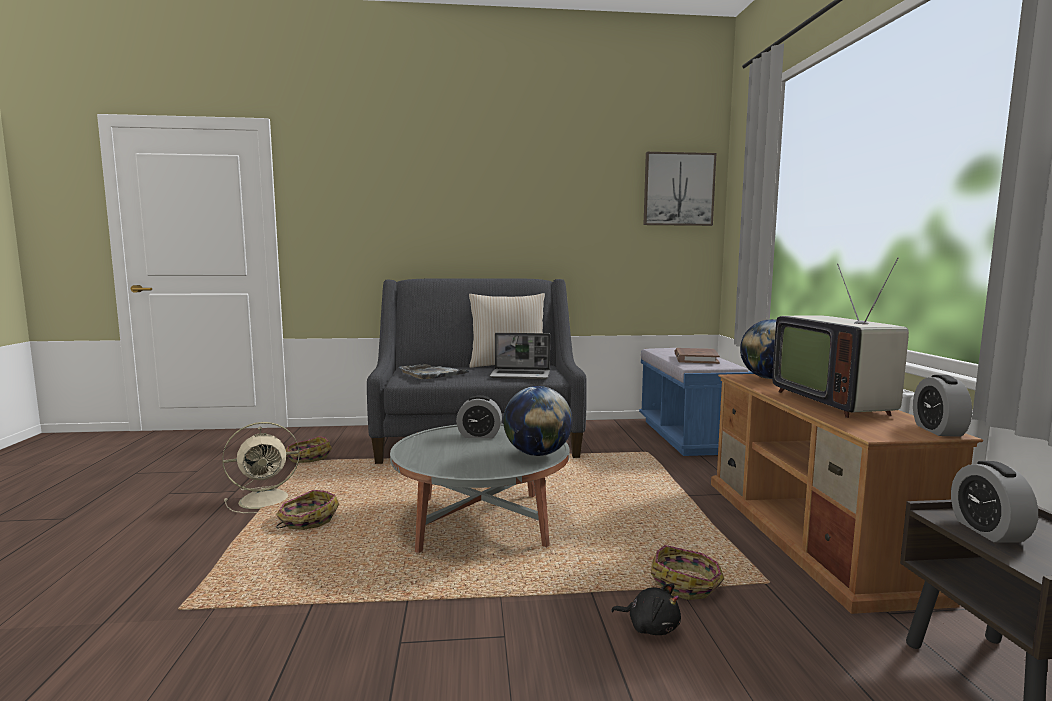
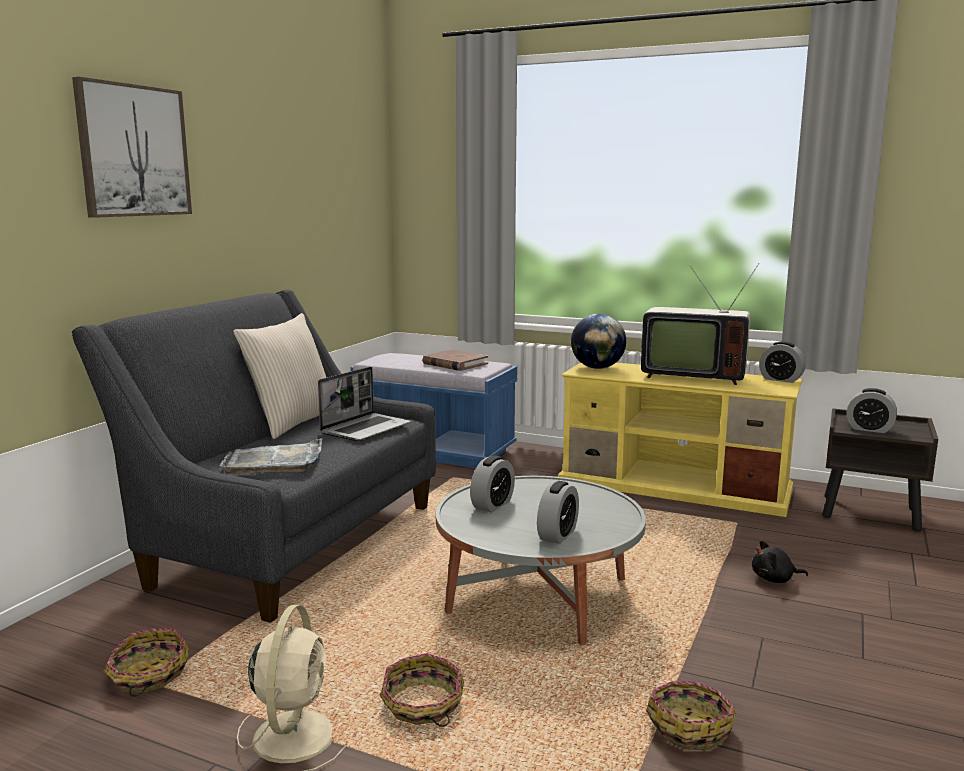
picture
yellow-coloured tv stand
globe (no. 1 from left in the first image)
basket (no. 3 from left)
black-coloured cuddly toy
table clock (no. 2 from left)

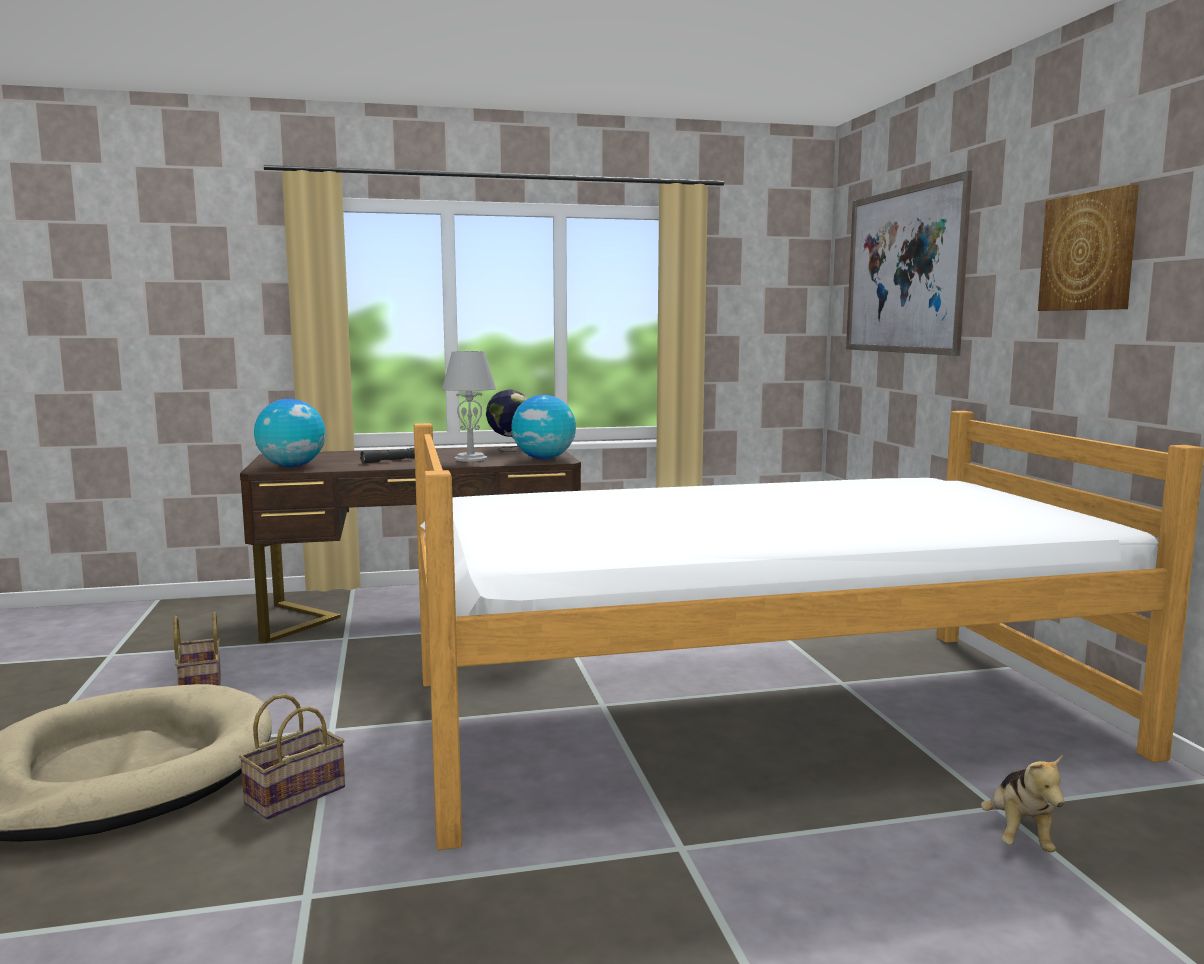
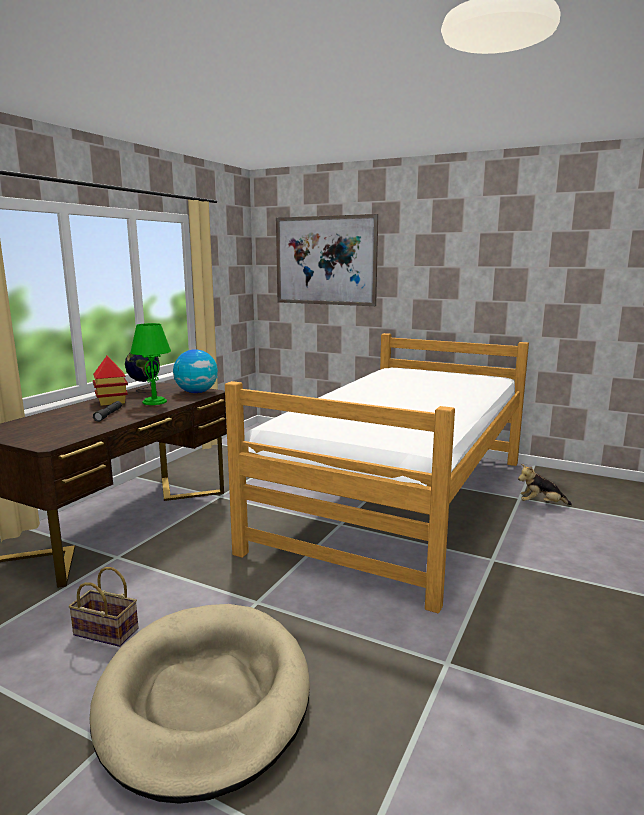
picture (no. 2 from left in the first image)
green-coloured lamp for a table
globe (no. 1 from left in the first image)
basket (no. 2 from left in the first image)
cuddly toy
toy house

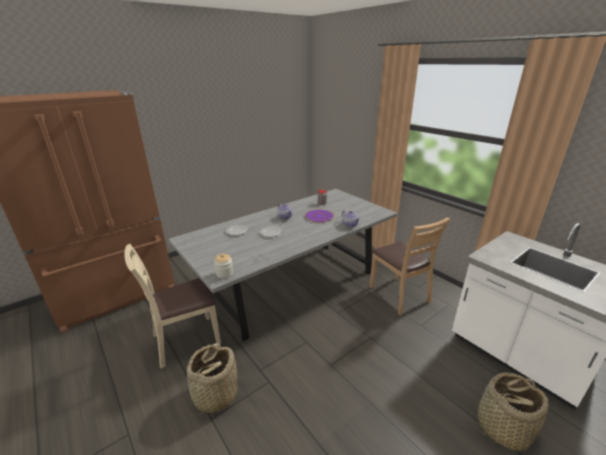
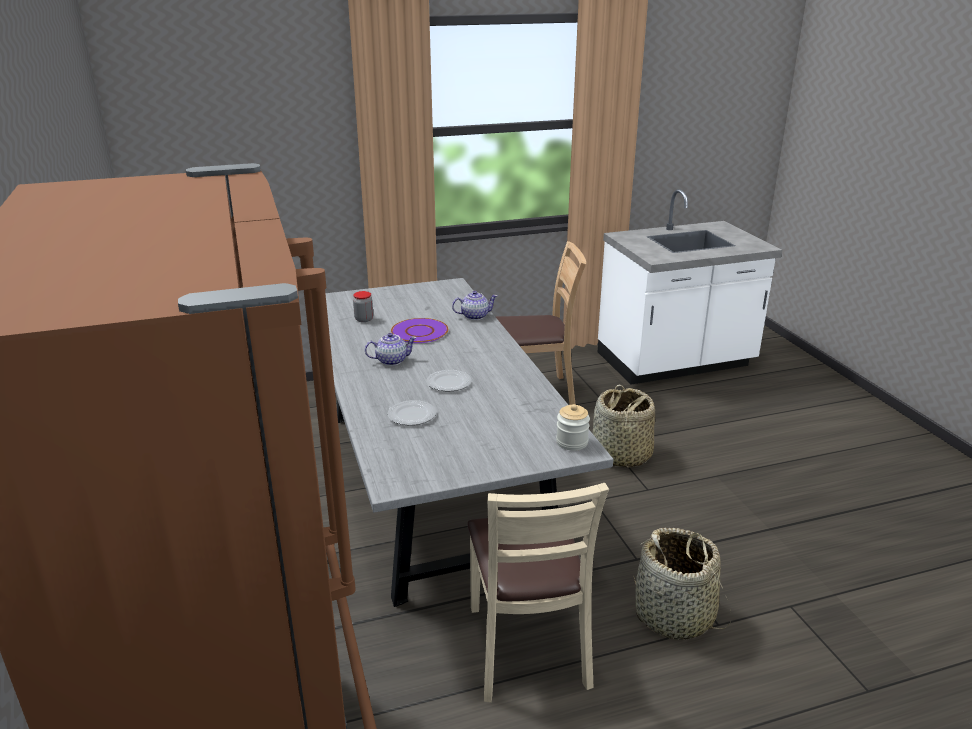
basket (no. 1 from left)

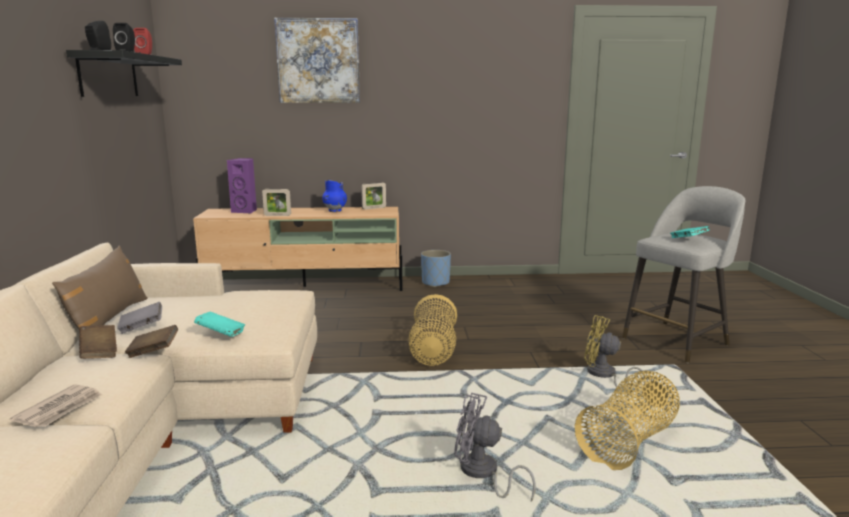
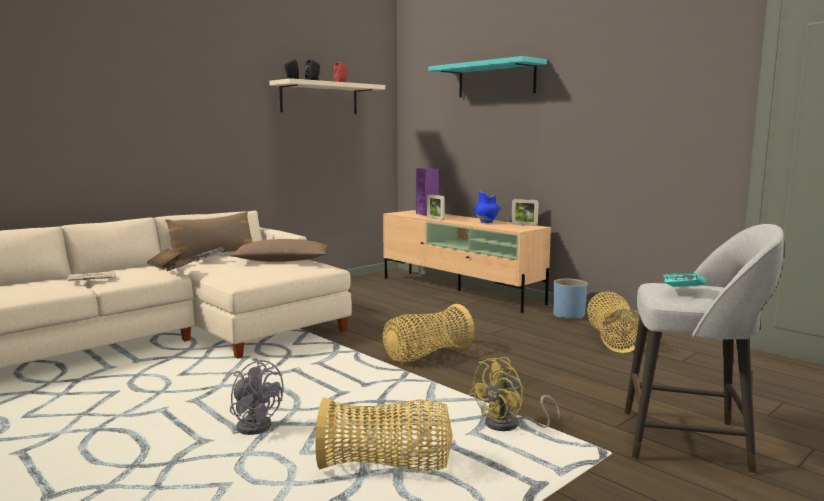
turquoise shelf
beige-coloured shelf
turquoise bound book (no. 1 from left in the first image)
yellow-coloured cooling fan
gray cooling fan
brown pillow (no. 2 from left)
basket (no. 3 from left)

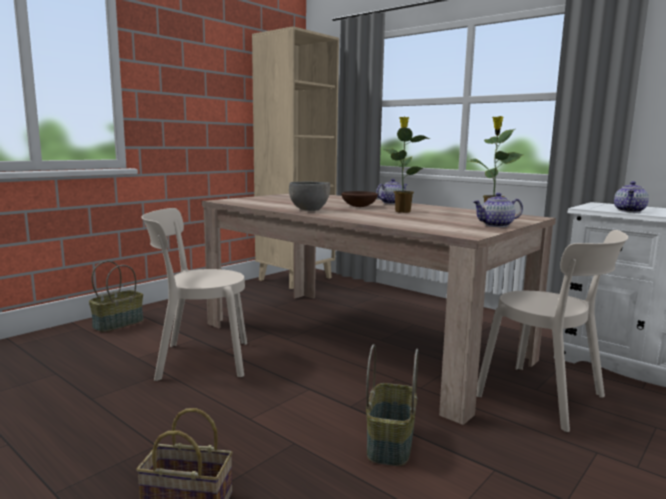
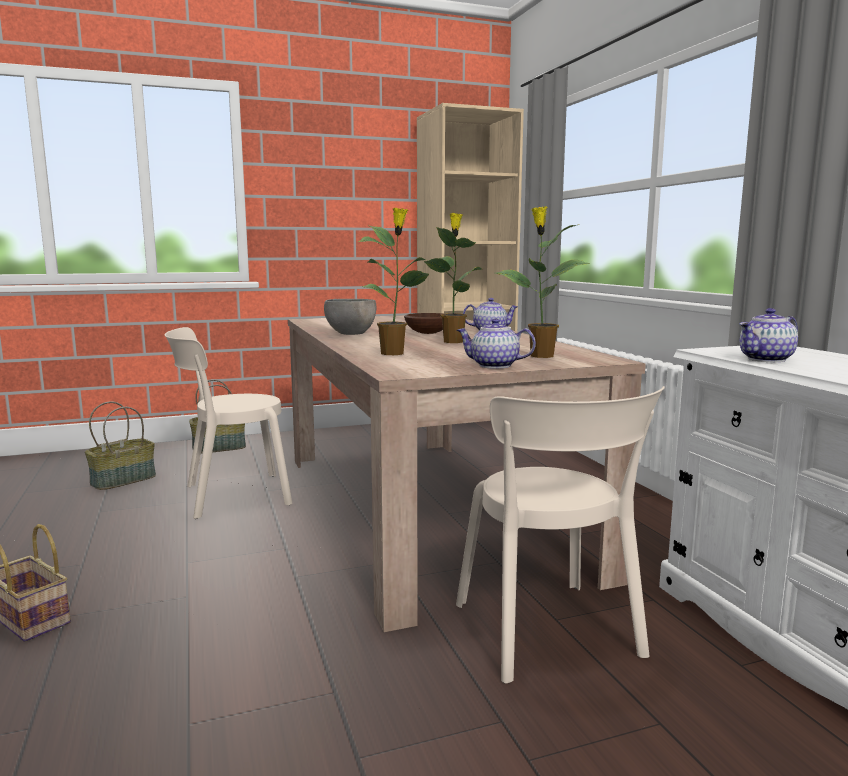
beige-coloured upright chair (no. 1 from left)
basket (no. 2 from left)
plant in a pot (no. 1 from left)

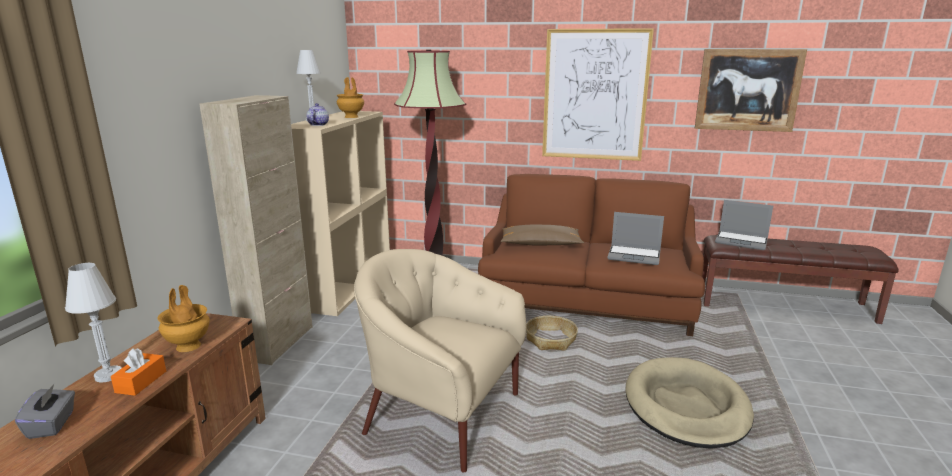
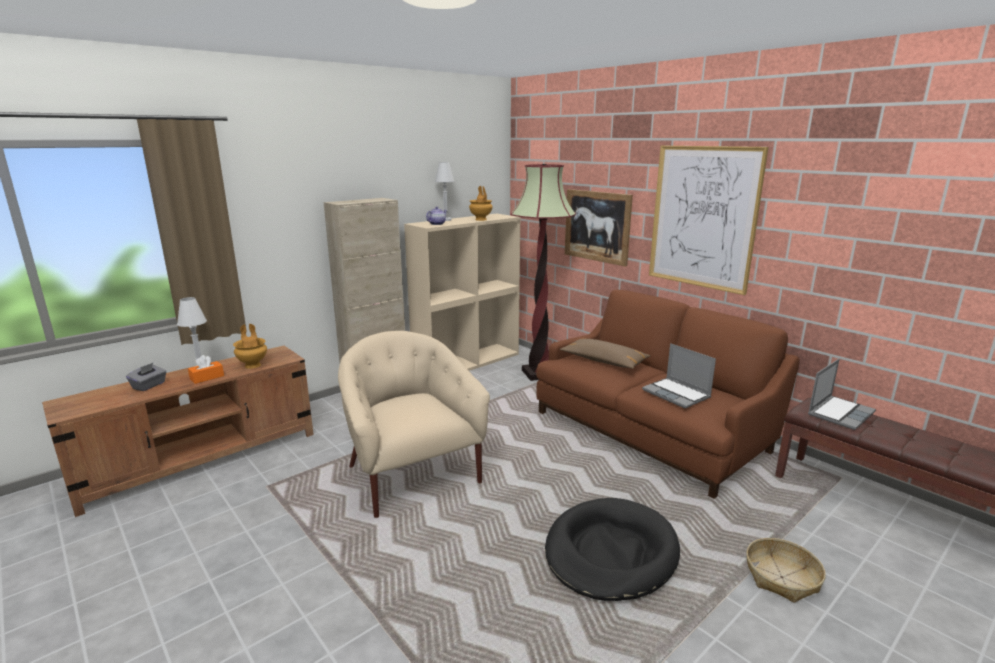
picture (no. 1 from left)
laptop (no. 2 from left)
basket
black-coloured dog bed

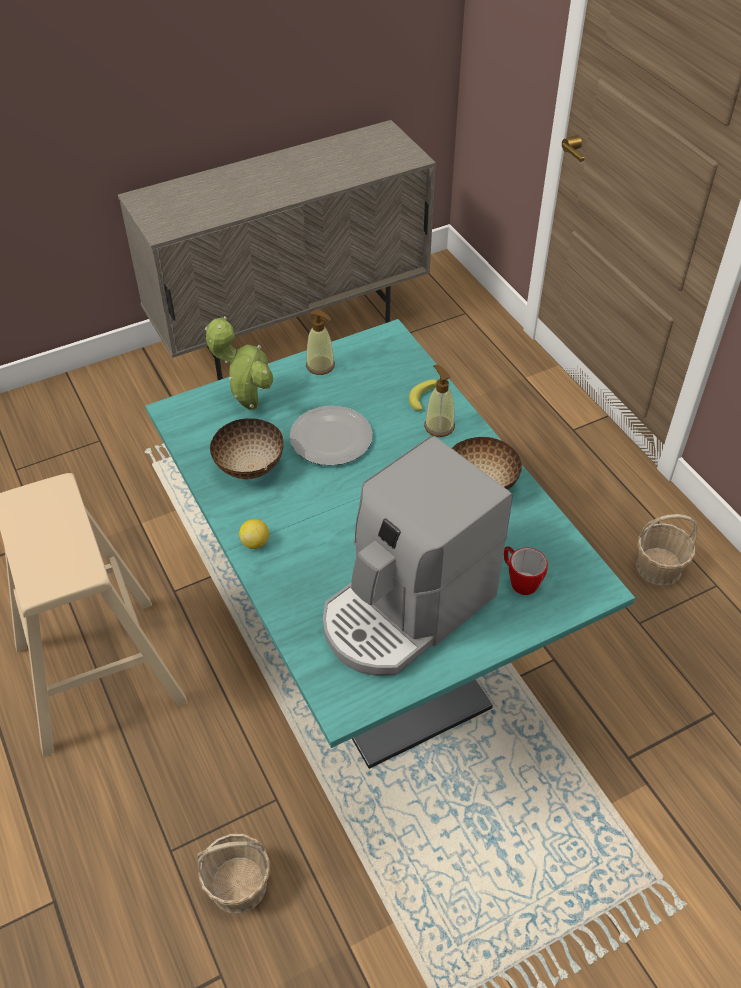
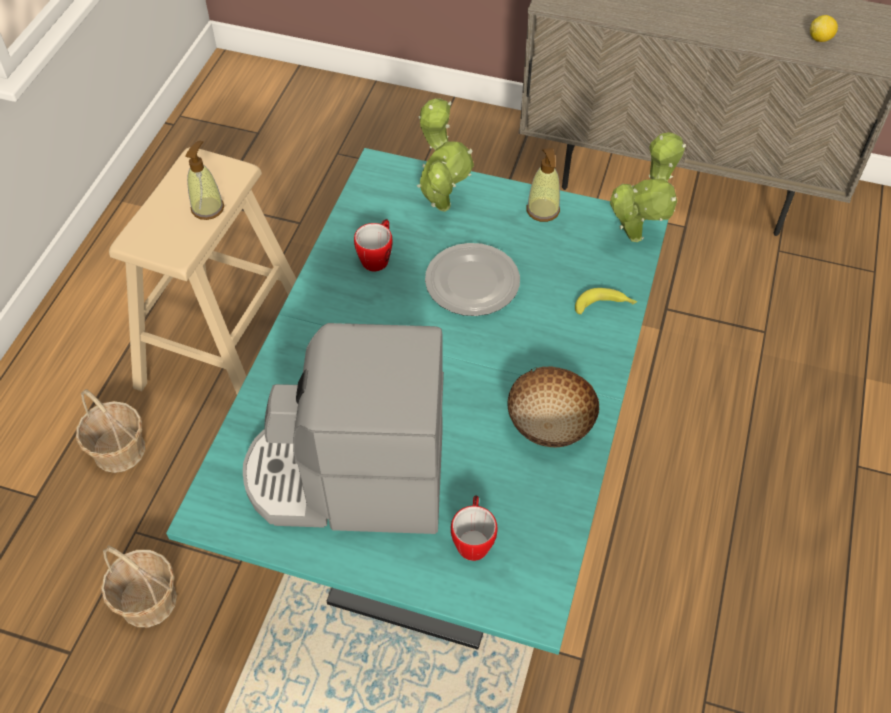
soap dispenser (no. 1 from left)
mug (no. 1 from left)
basket (no. 1 from left)
citrus fruit
plant in a pot (no. 2 from left)

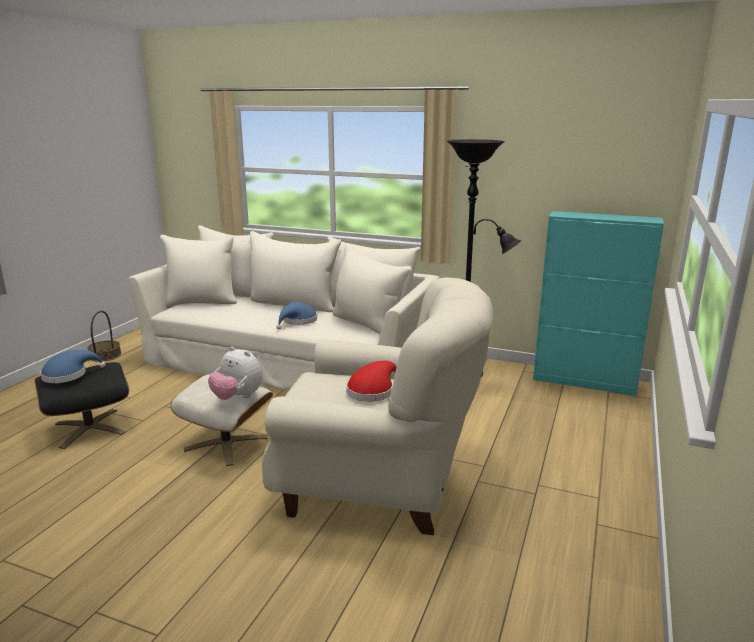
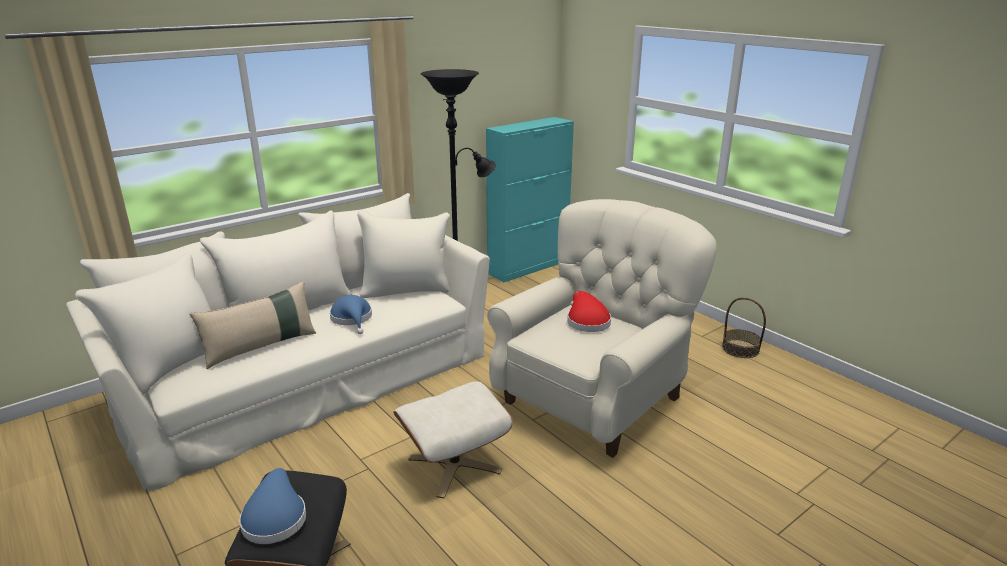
basket
cuddly toy
beige-coloured pillow

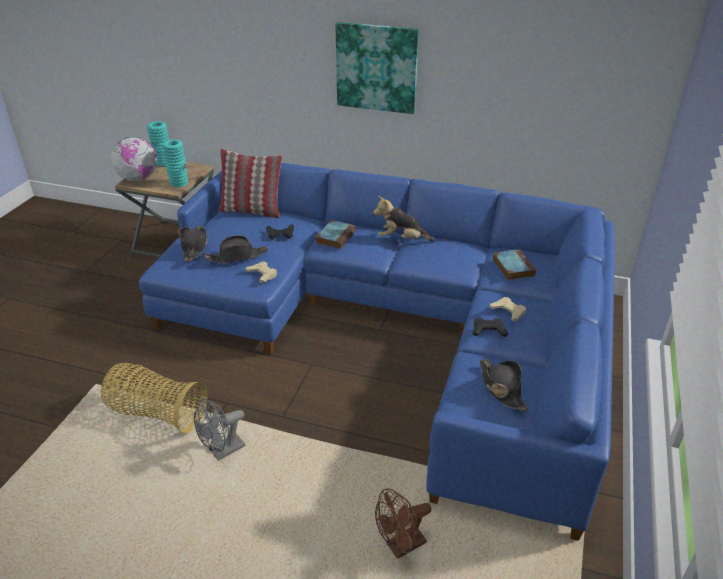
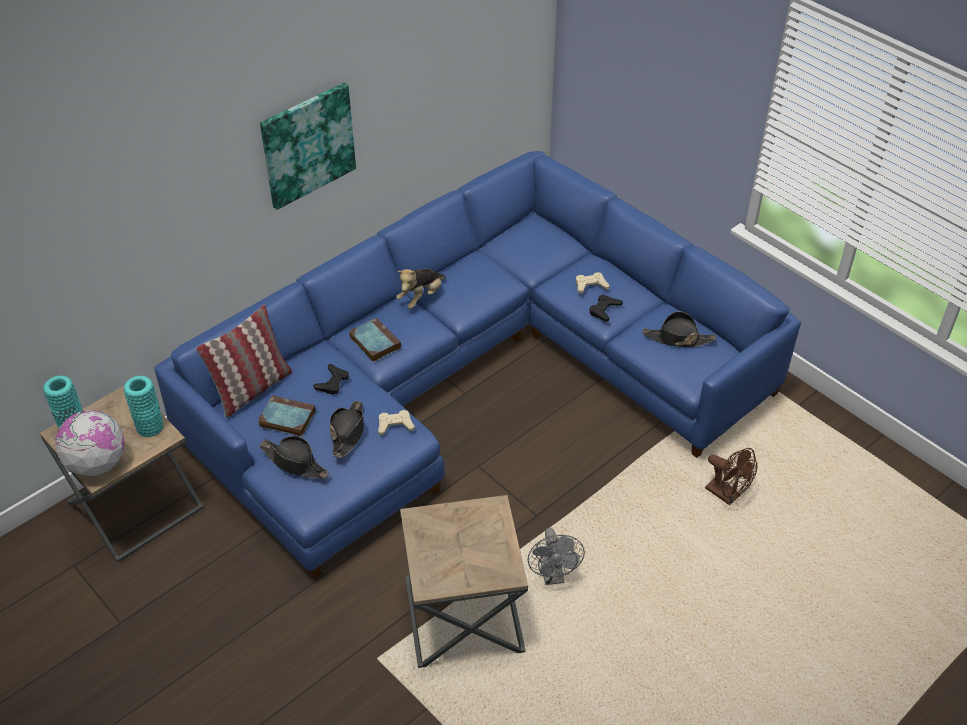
bound book (no. 1 from left)
brown end table (no. 2 from left)
brown cooling fan

